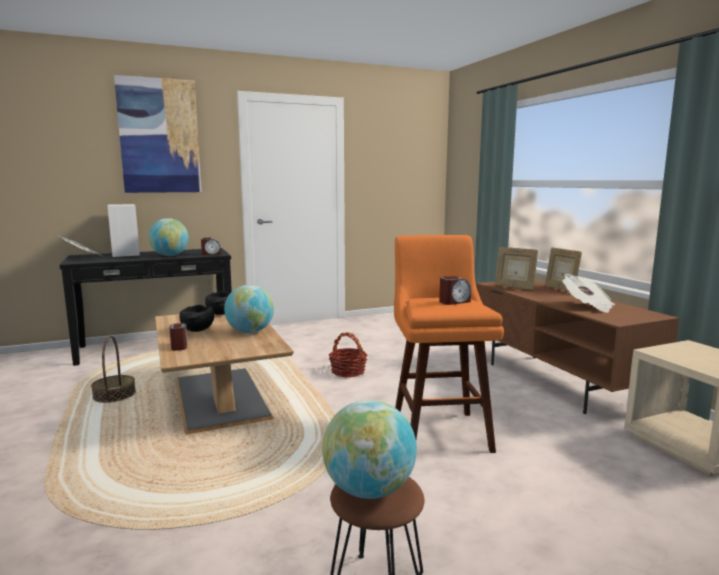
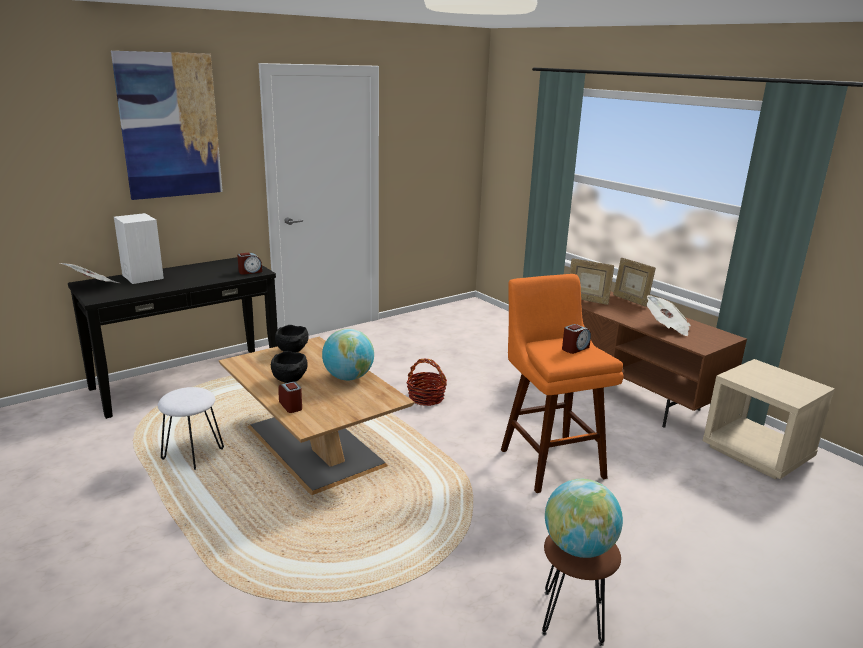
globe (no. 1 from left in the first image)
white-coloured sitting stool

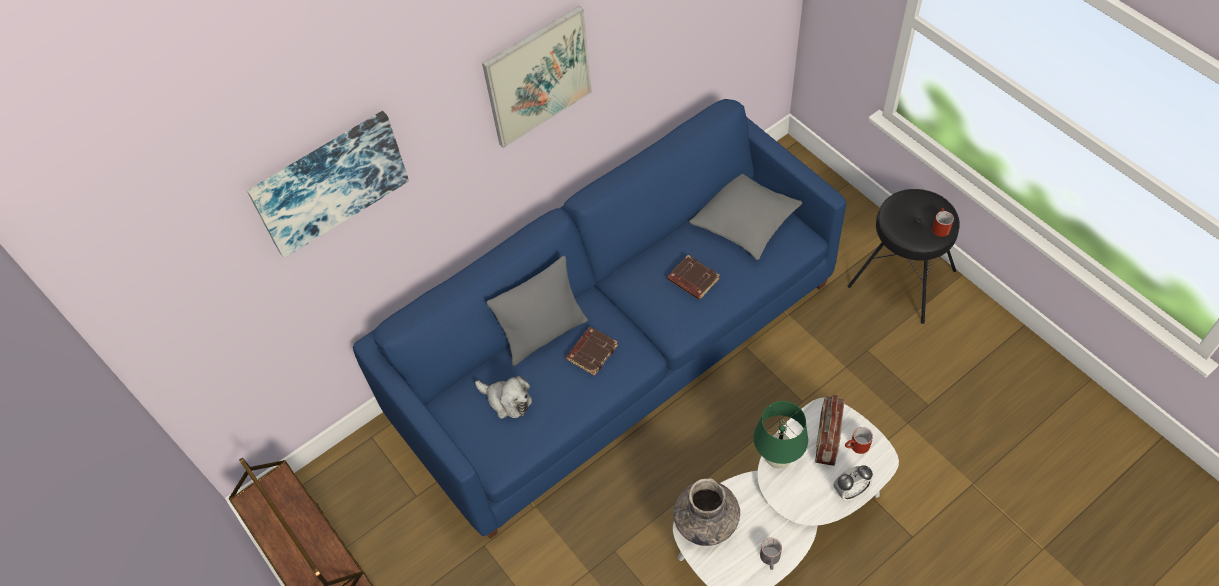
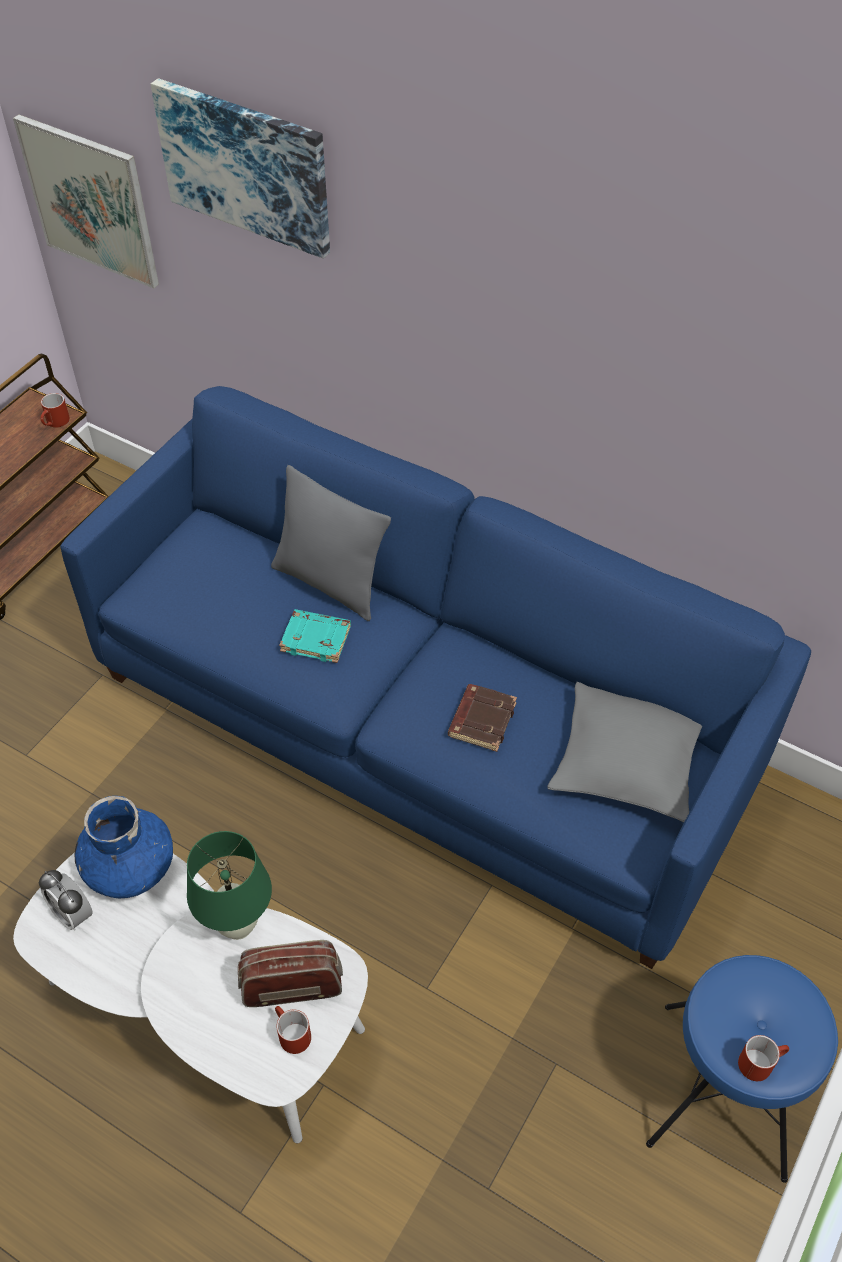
picture (no. 1 from left)
bluish sitting stool
turquoise bound book
cuddly toy
table clock
bluish decorative vase
gray mug
reddish mug (no. 1 from left)

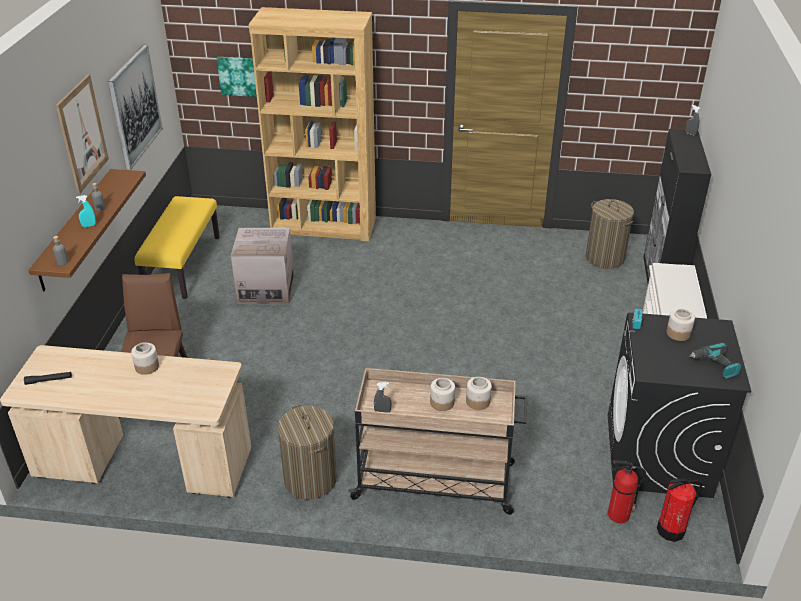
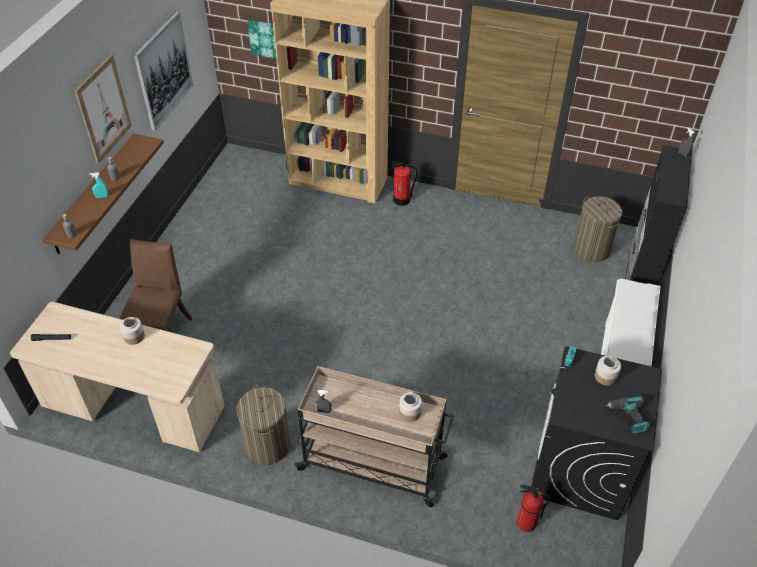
yellow-coloured long seat
carton
storage jar (no. 2 from left in the first image)
fire-fighting cylinder (no. 1 from left)

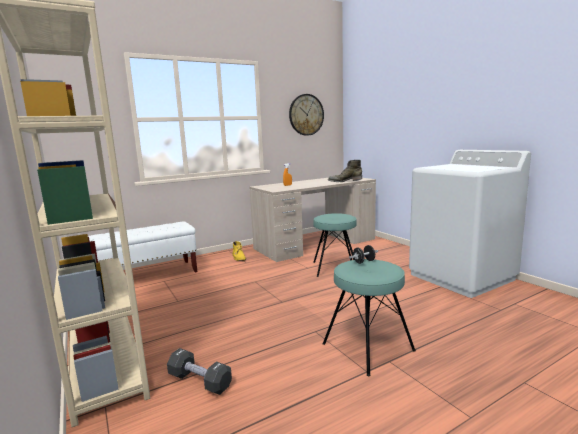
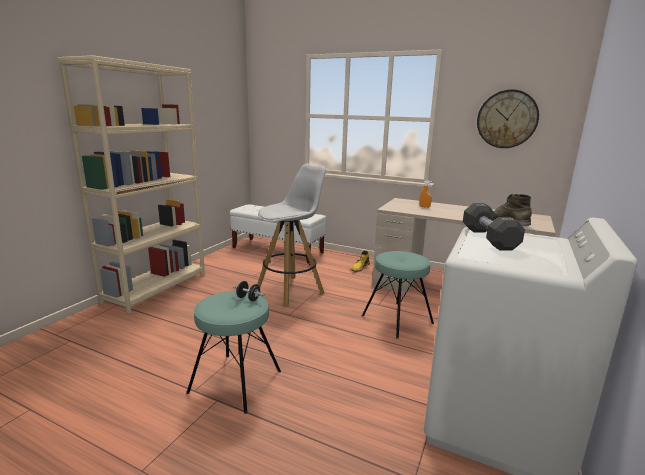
black-coloured free weight (no. 2 from left)
white-coloured sitting stool

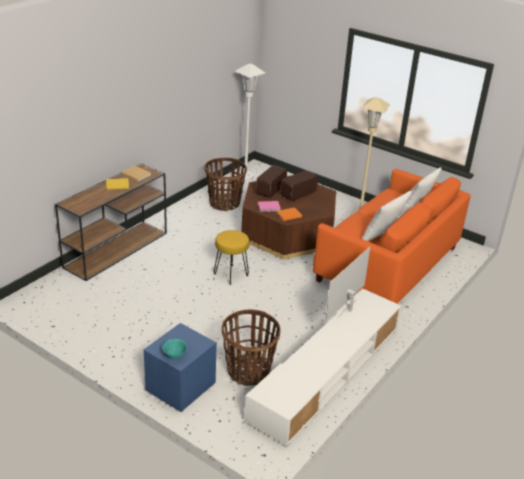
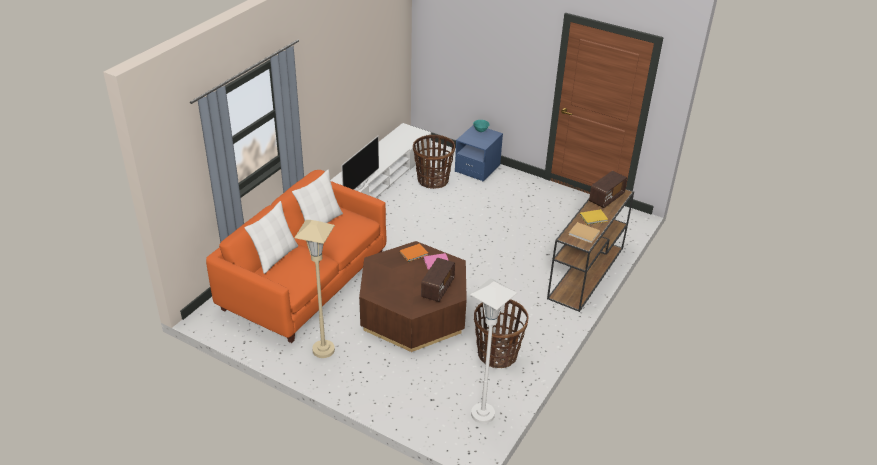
radio (no. 2 from left)
yellow-coloured sitting stool

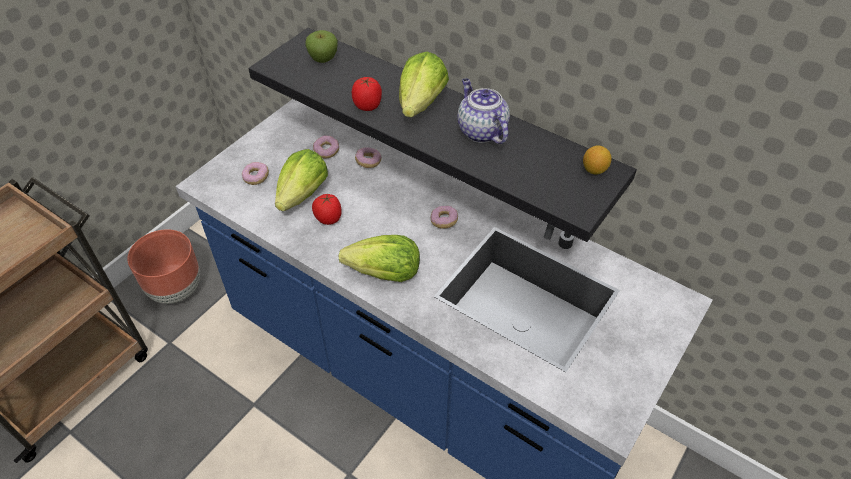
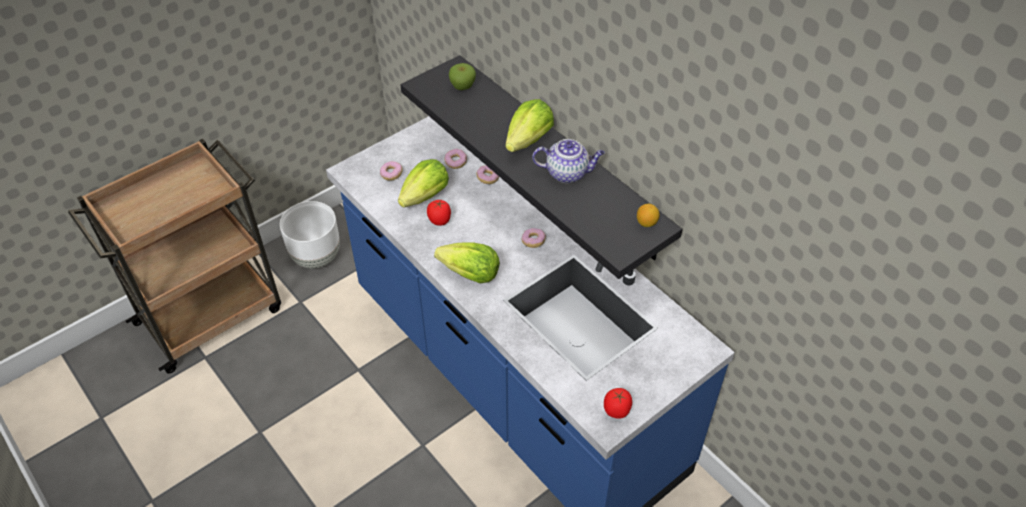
whole tomato (no. 2 from left)
pot for tea
white-coloured planter

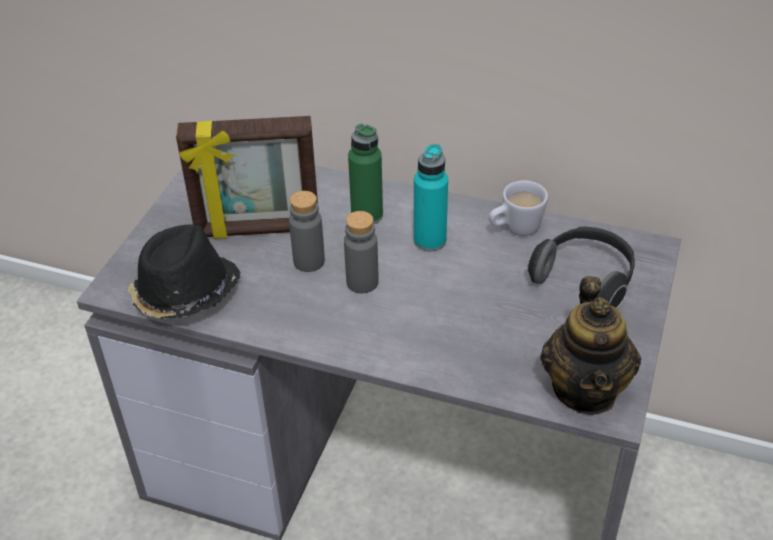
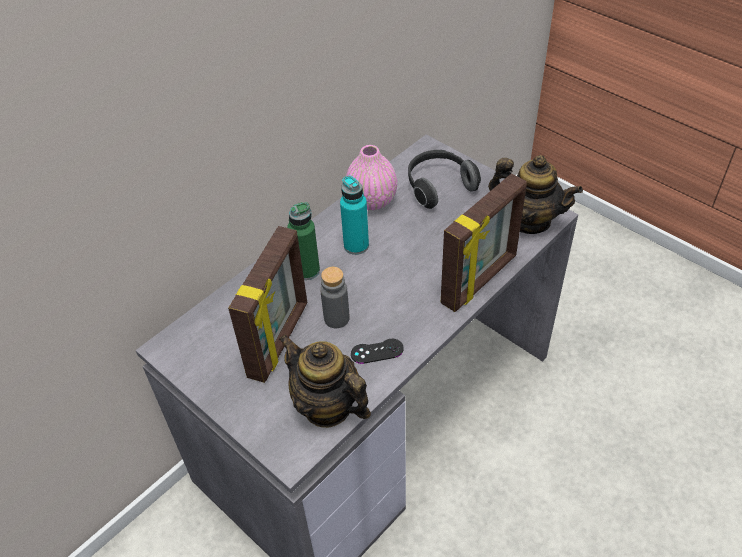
pinkish decorative vase
gray bottle (no. 2 from left in the first image)
pot for tea (no. 1 from left)
picture frame (no. 2 from left)
black-coloured gamepad

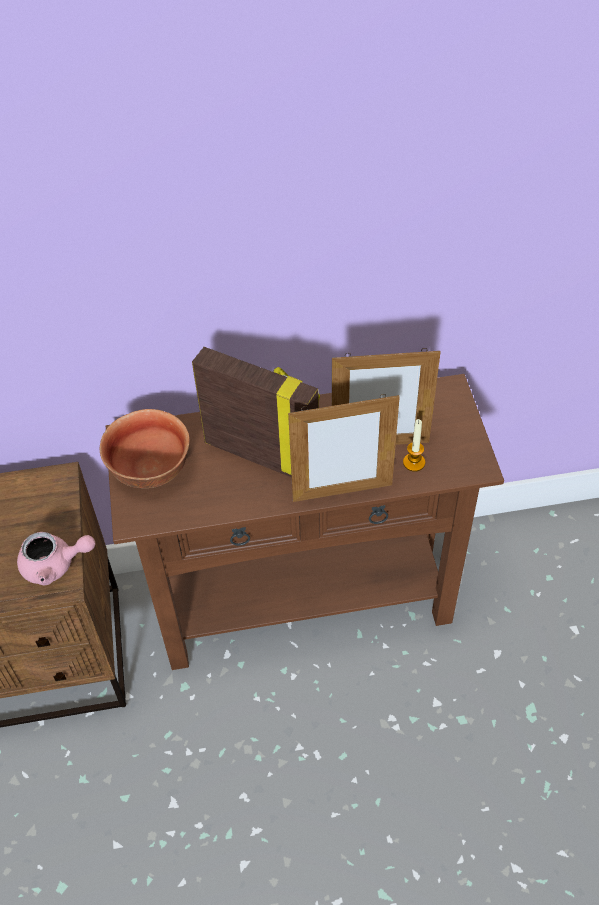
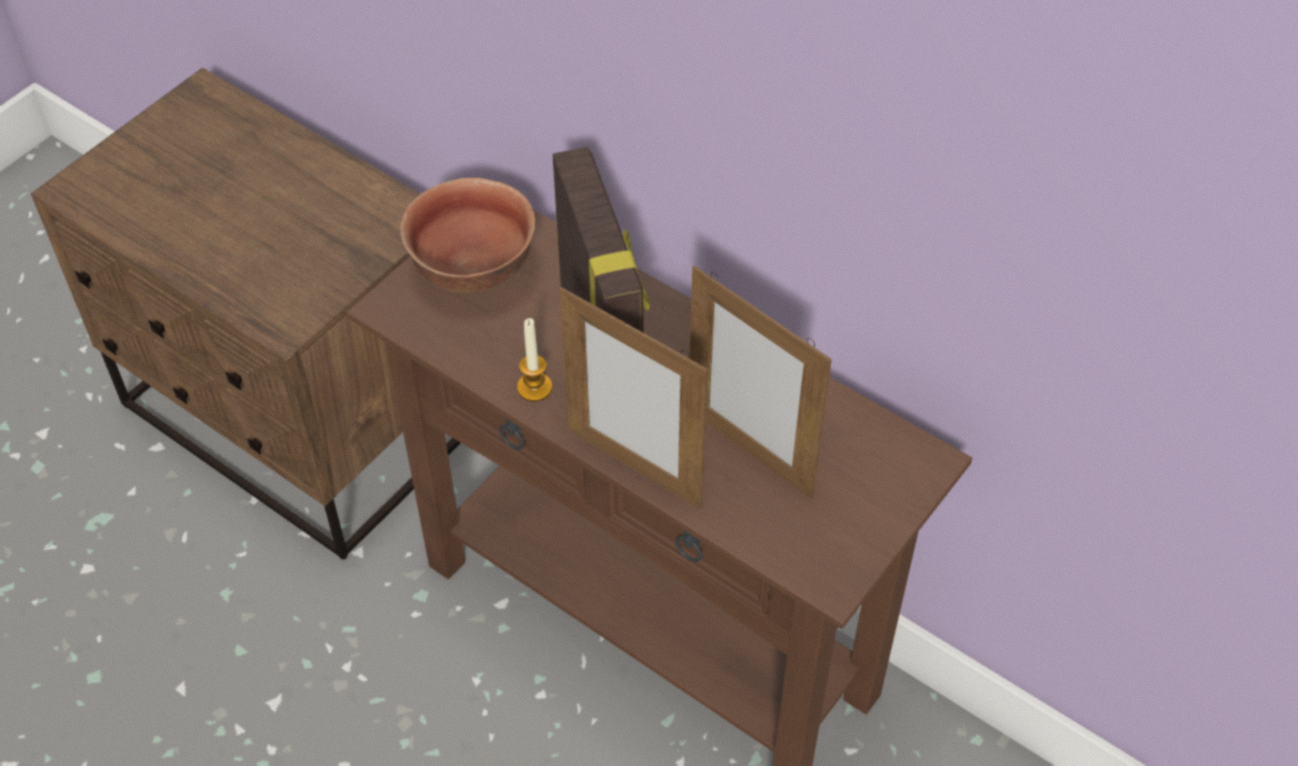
wax light
pinkish pot for tea

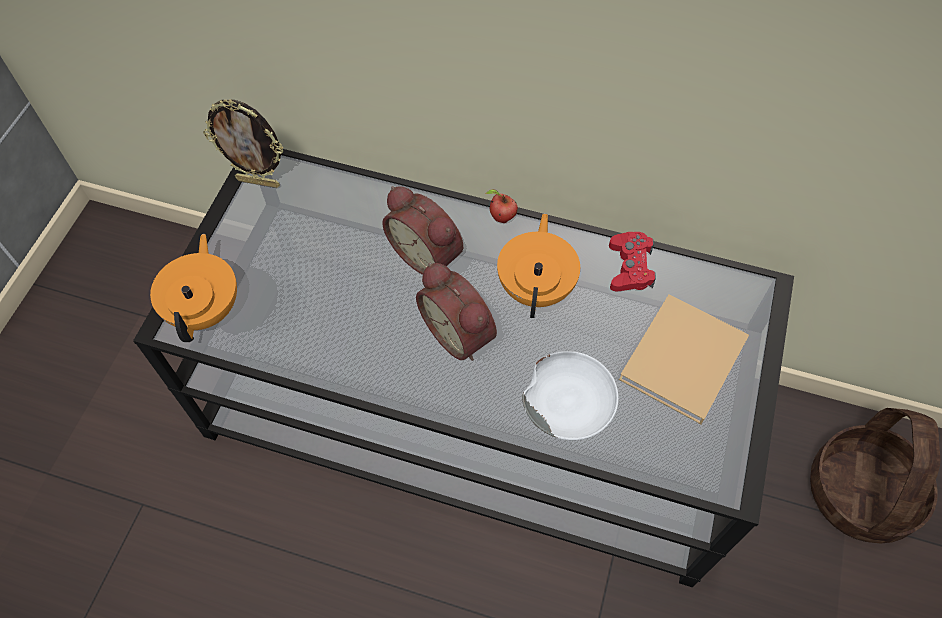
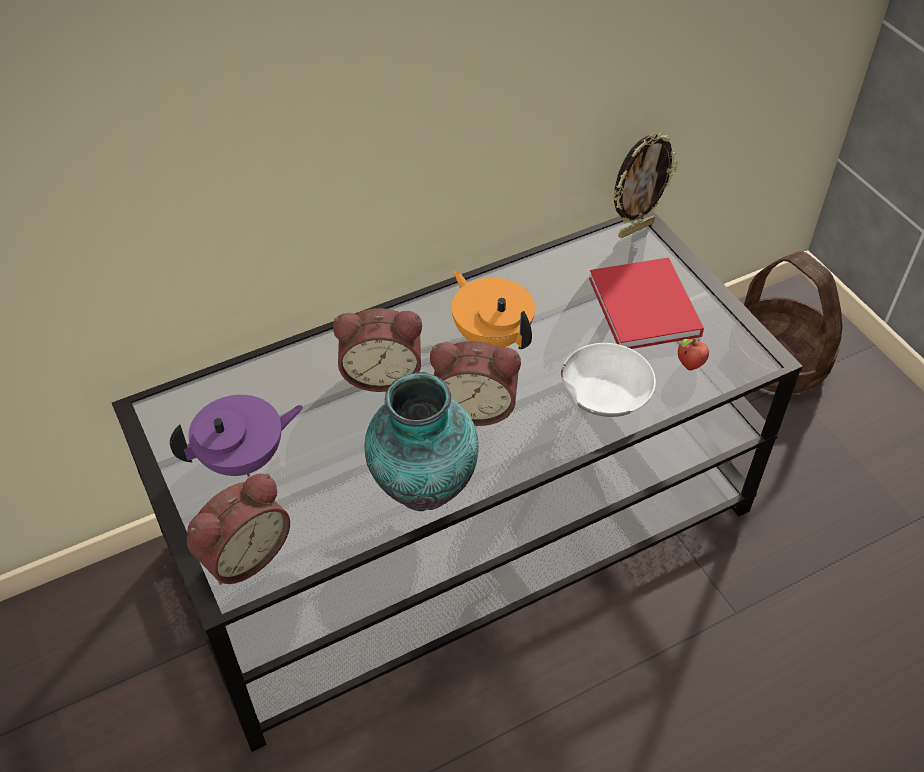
picture frame
apple fruit
reddish gamepad
table clock (no. 1 from left)
reddish bound book
decorative vase
purple pot for tea

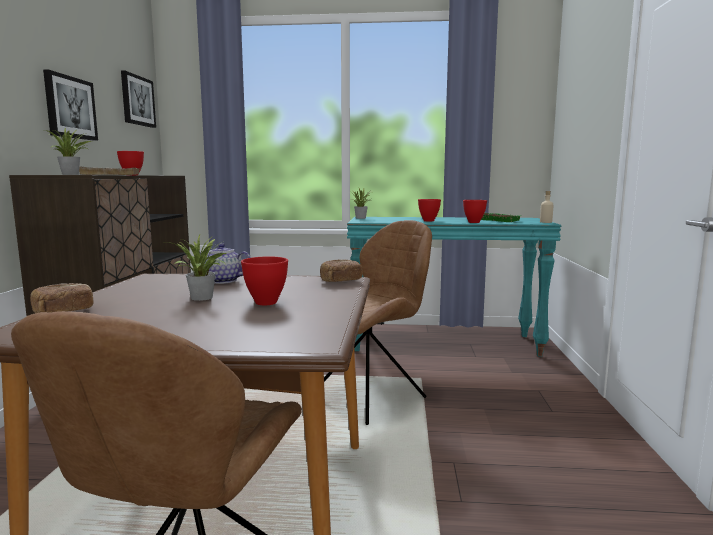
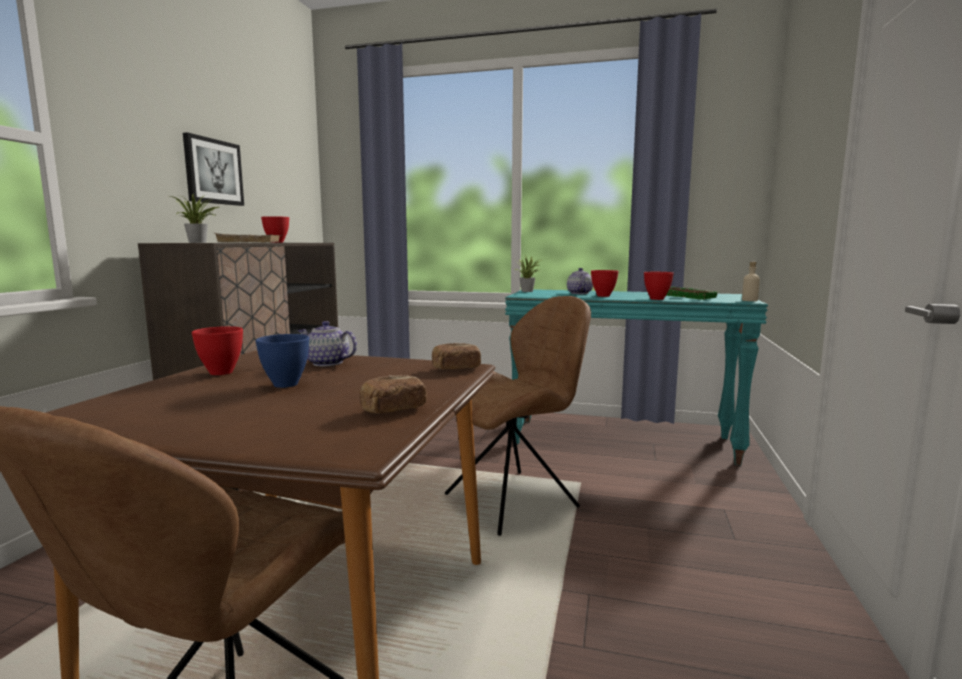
picture (no. 2 from left in the first image)
bluish deep dish
reddish deep dish (no. 1 from left)
bakery bread (no. 1 from left)
pot for tea (no. 2 from left)

